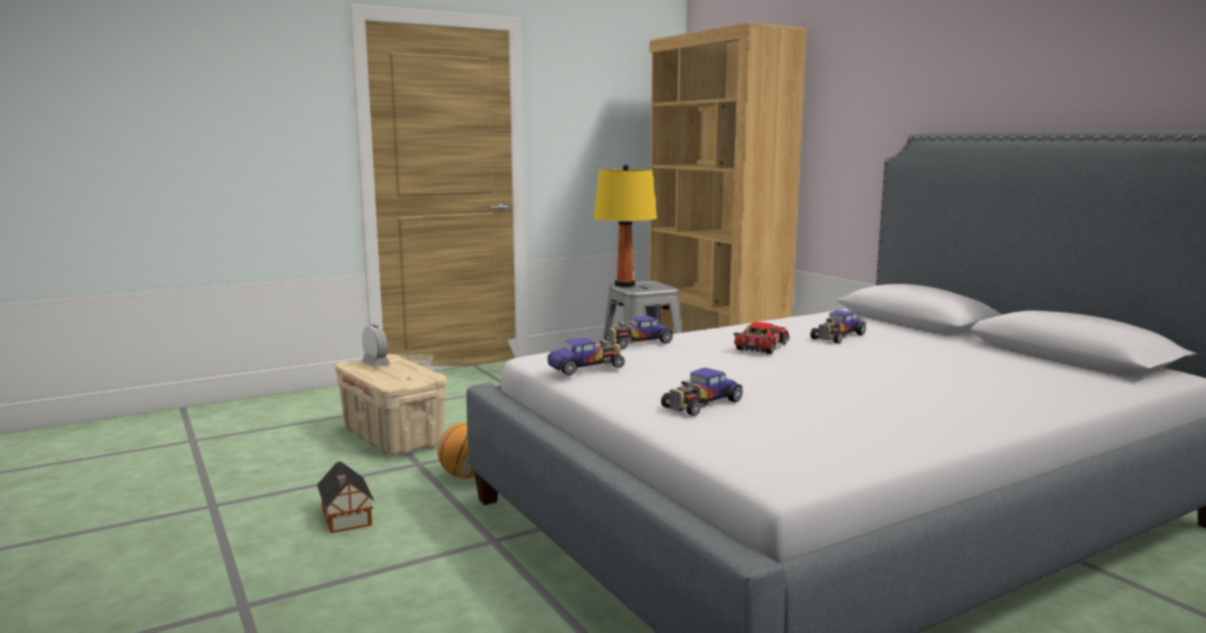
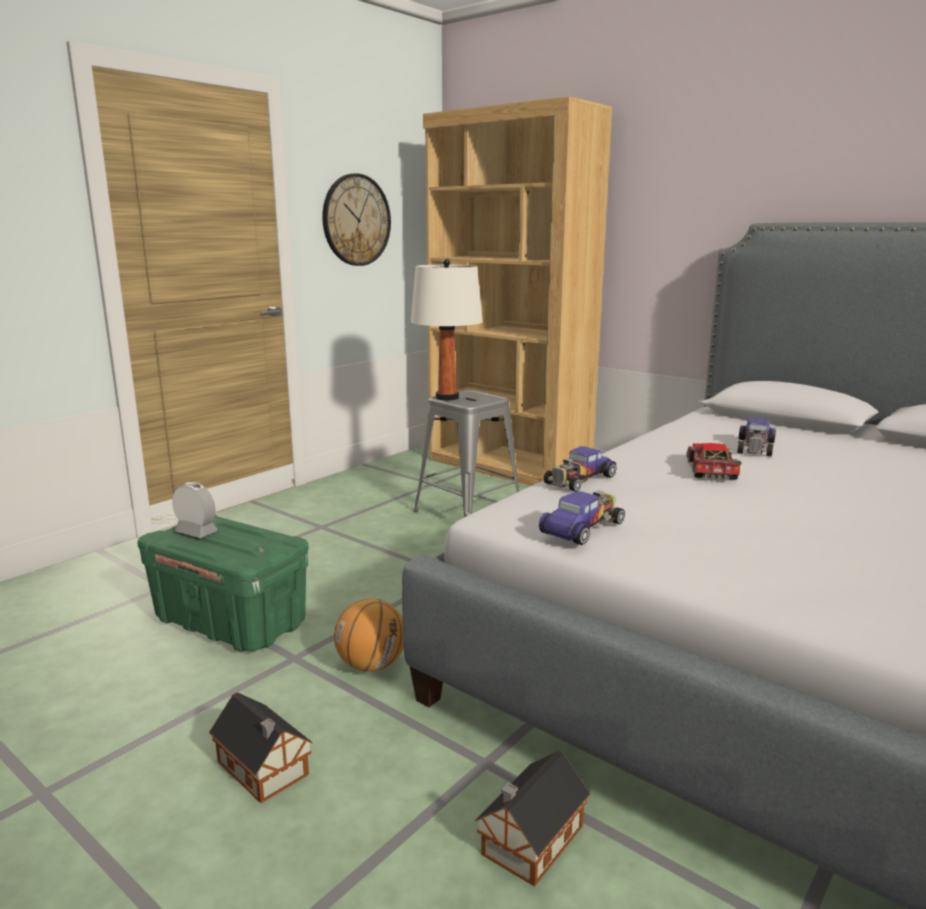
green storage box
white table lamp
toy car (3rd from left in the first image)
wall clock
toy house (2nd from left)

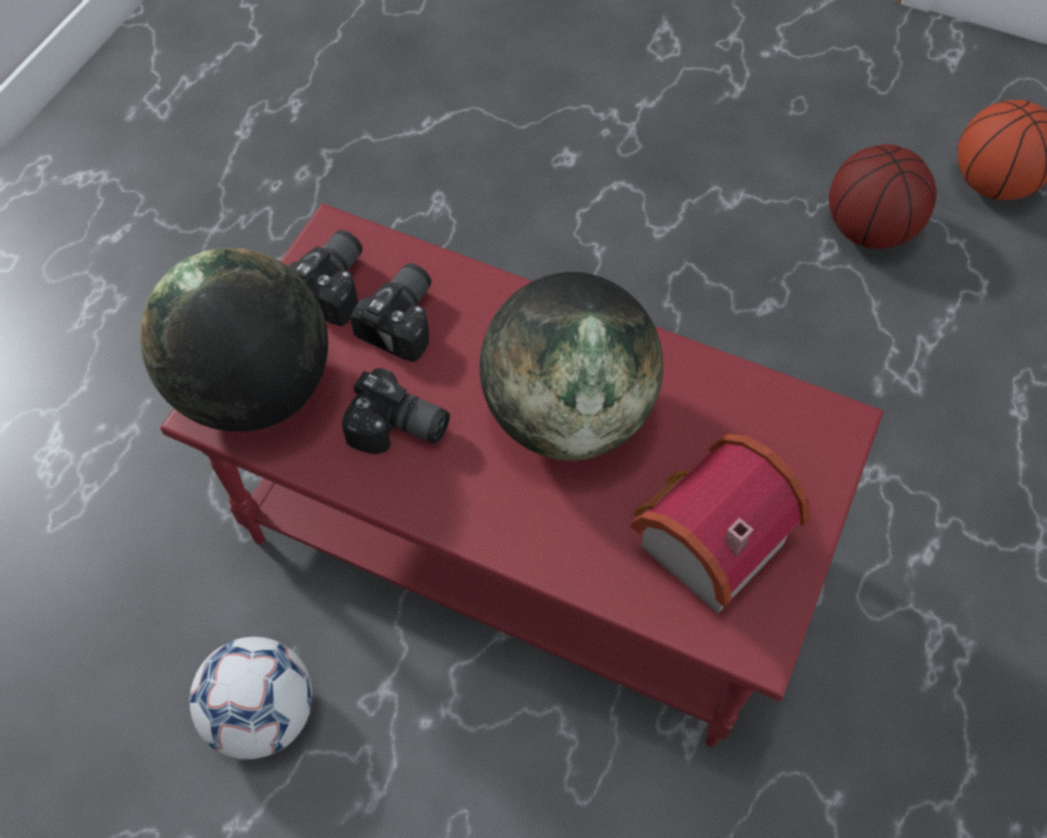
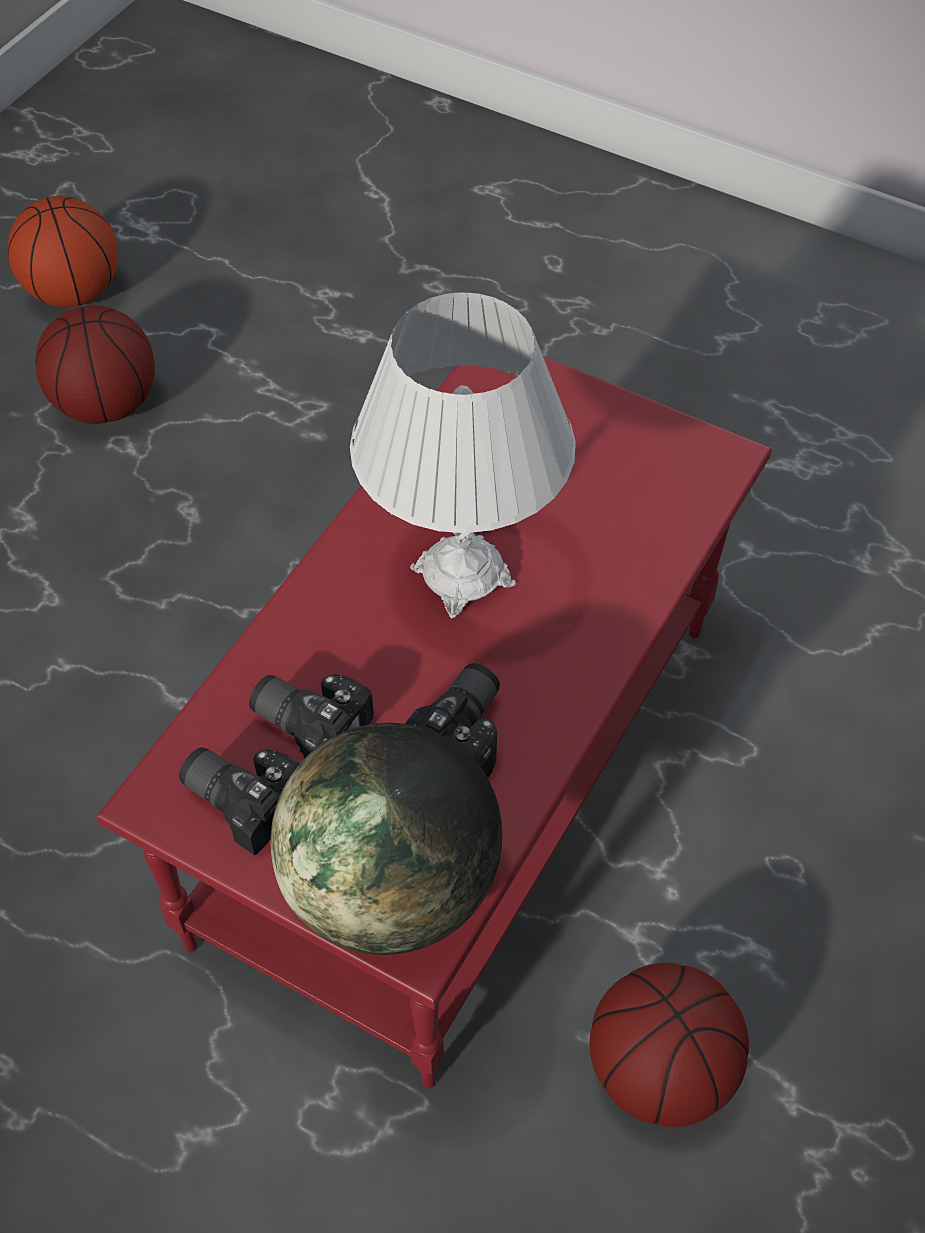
basketball (3rd from left)
white table lamp
toy house

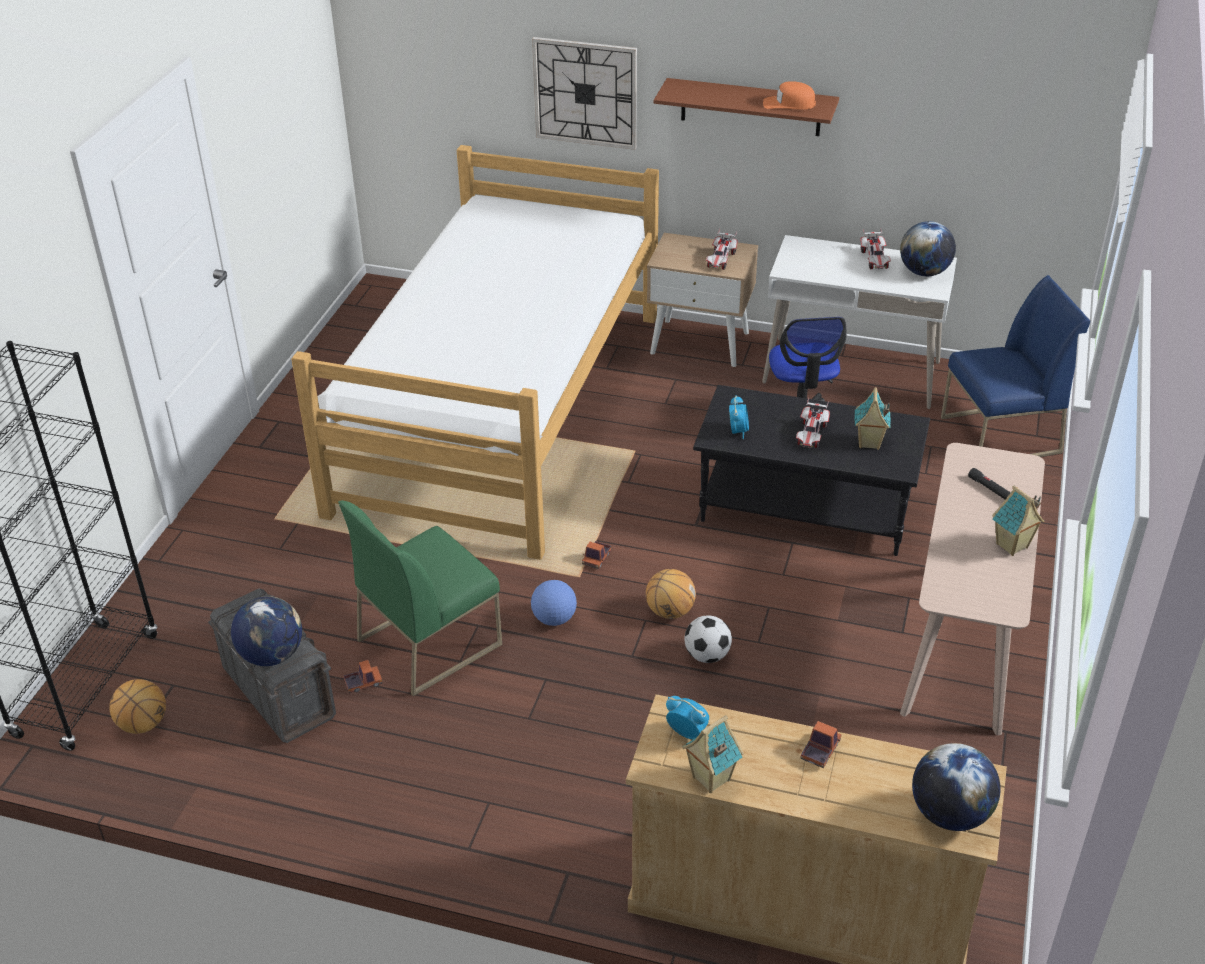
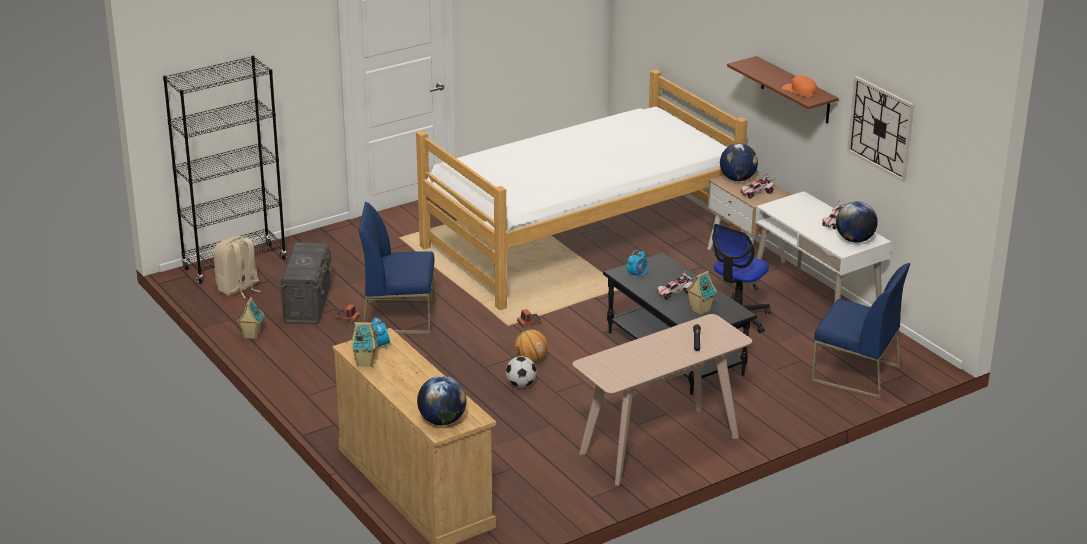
beige backpack
globe (2nd from left)
blue chair (1st from left)
football (1st from left in the first image)
wall clock
toy truck (3rd from left in the first image)
toy house (1st from left)

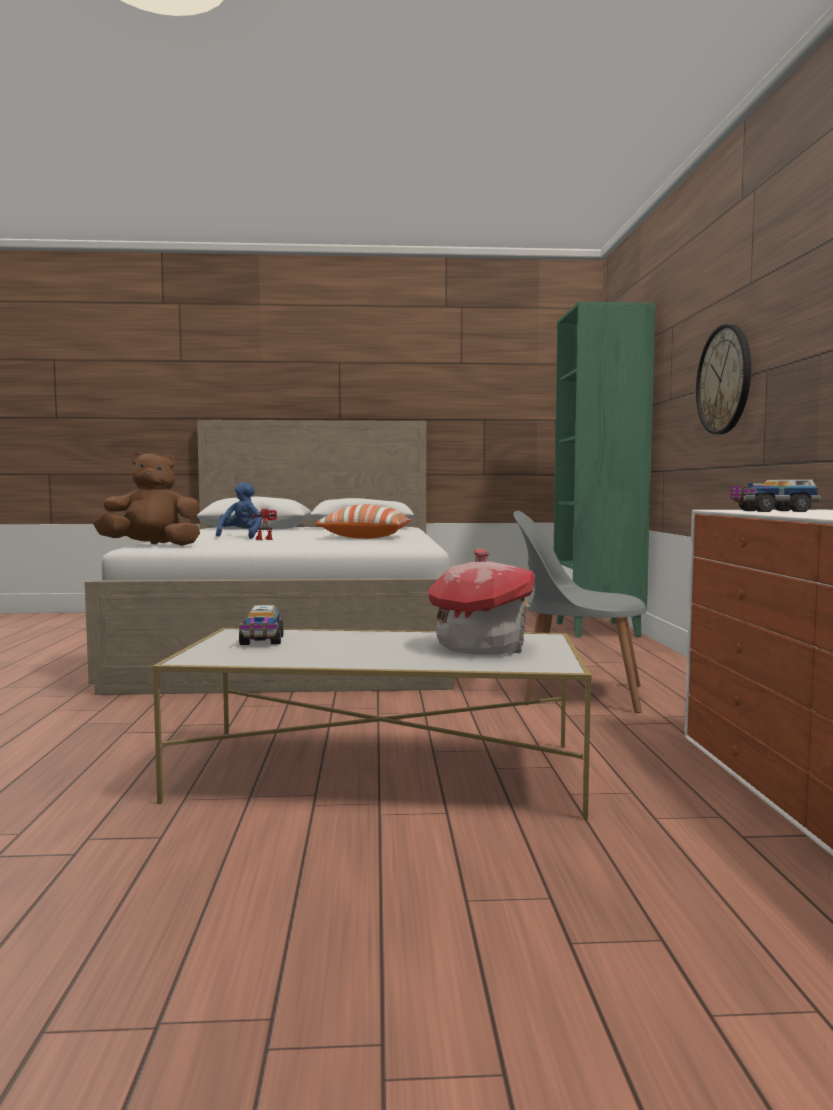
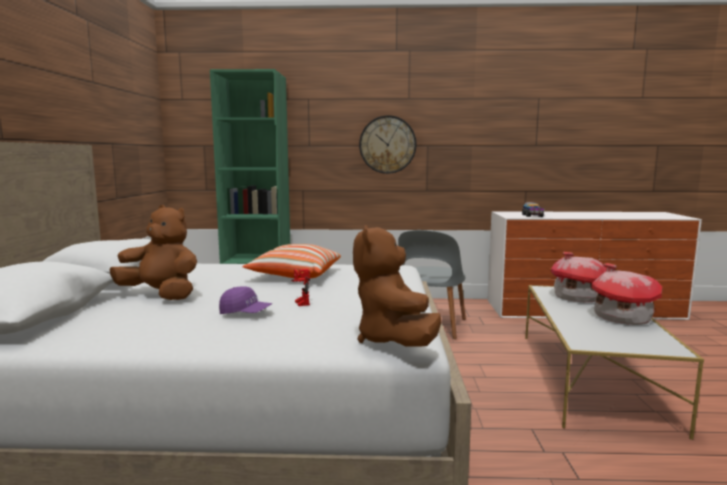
purple cap
toy truck (1st from left in the first image)
brown plush toy (1st from left)
toy house (2nd from left)

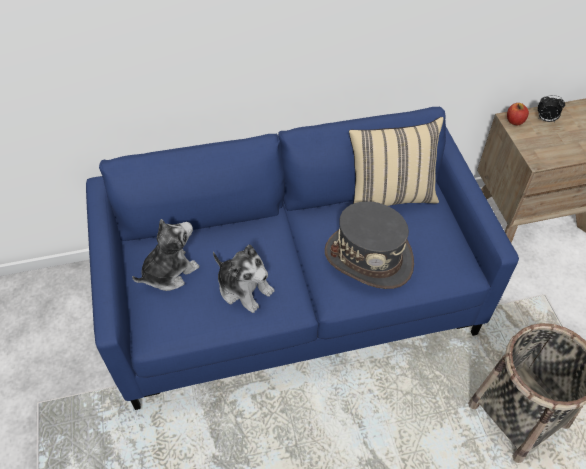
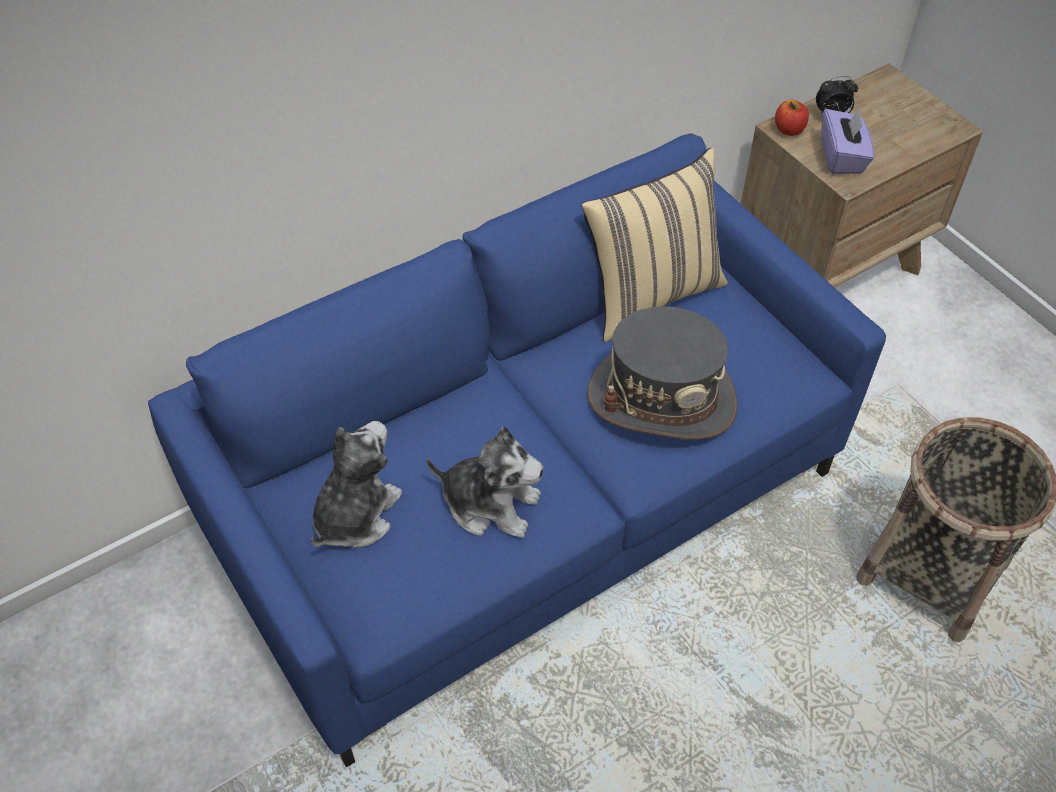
purple tissue box

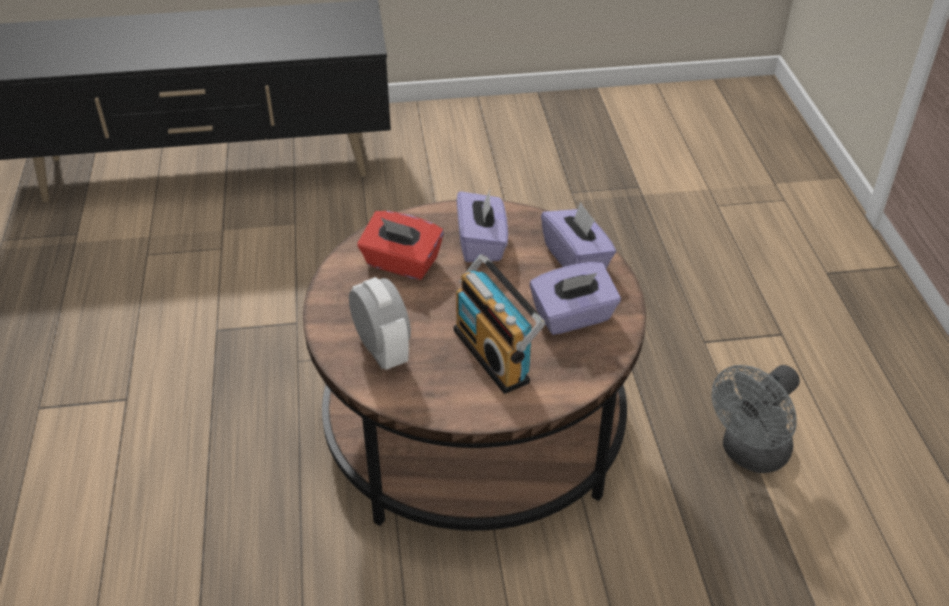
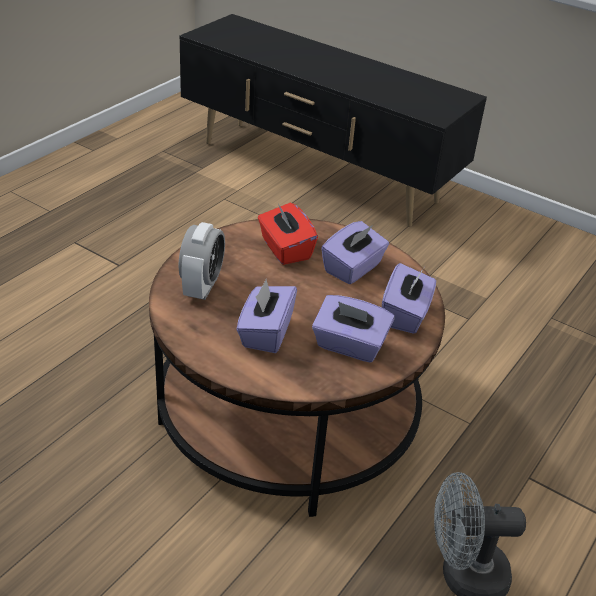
purple tissue box (1st from left)

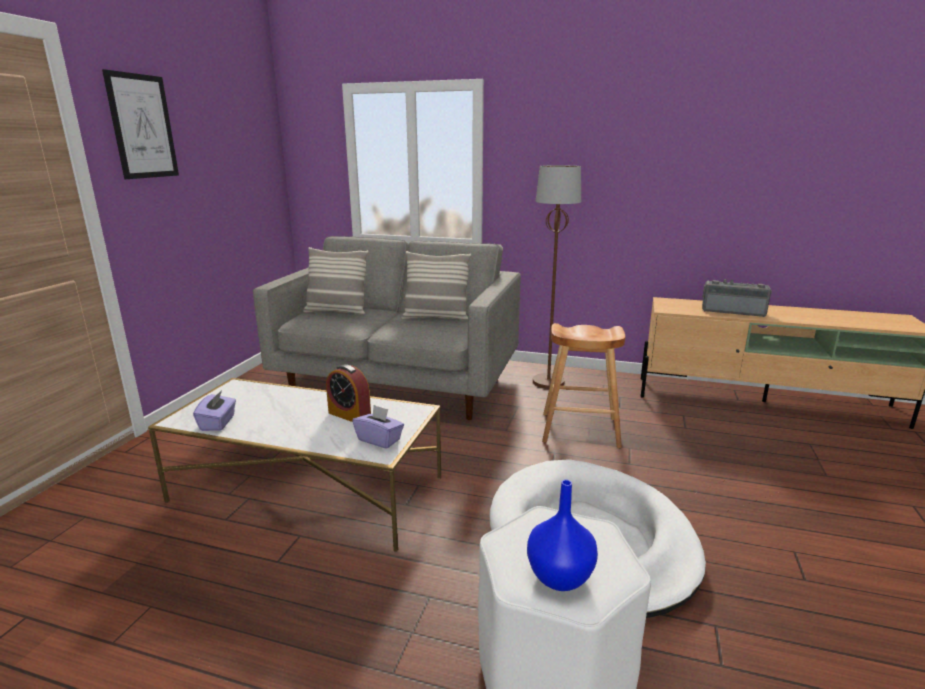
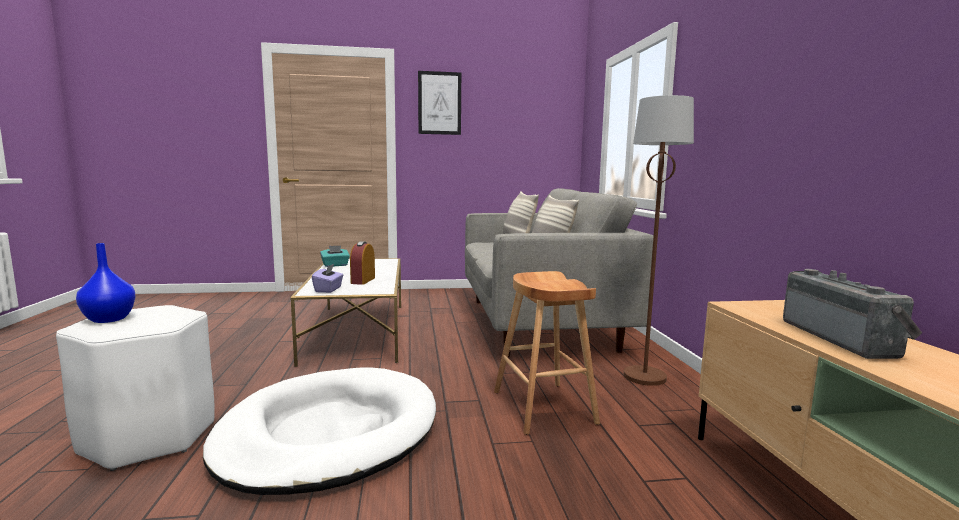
turquoise tissue box

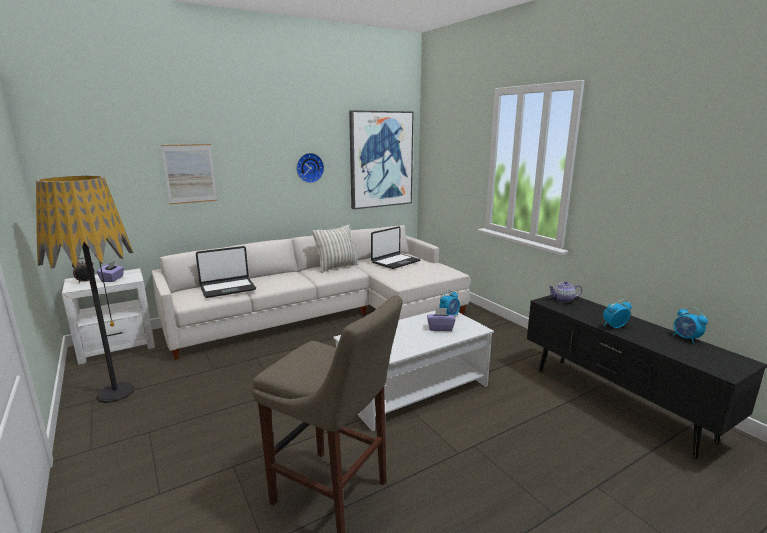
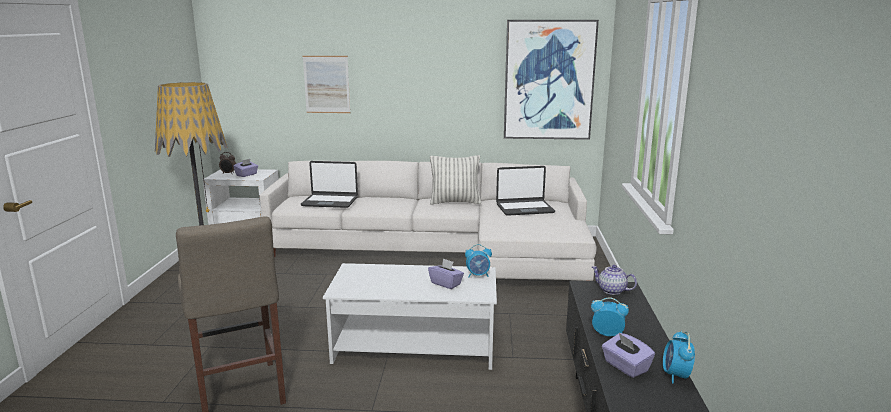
wall clock
purple tissue box (3rd from left)

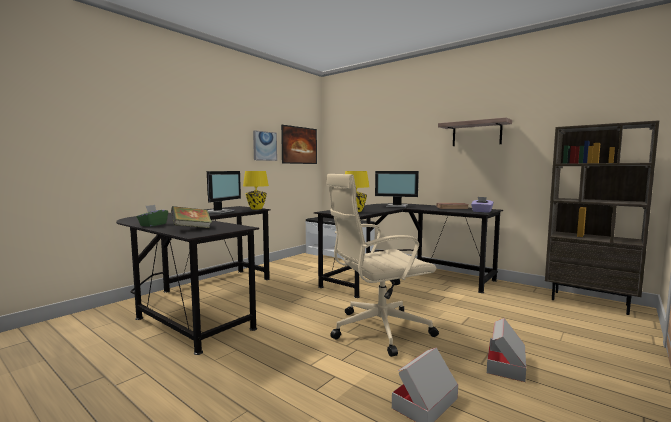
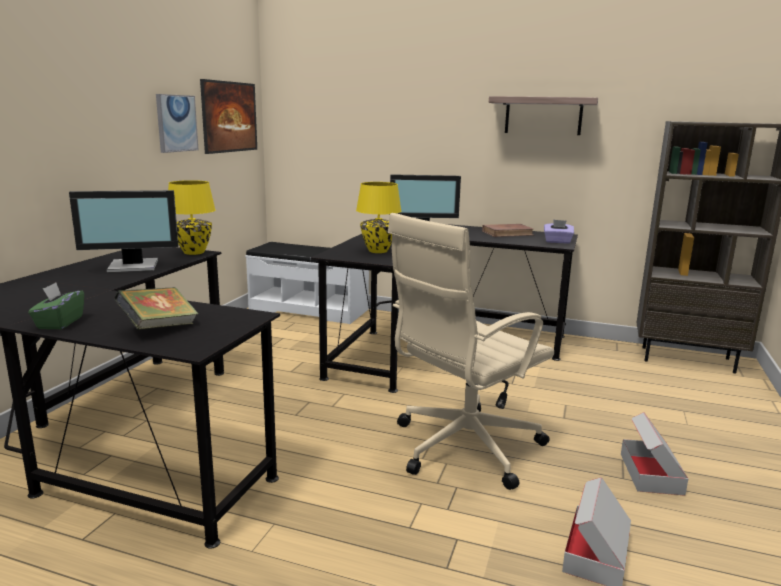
monitor (1st from left)

